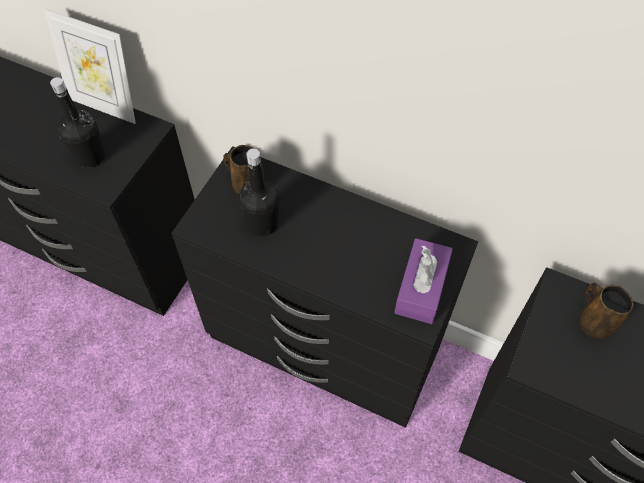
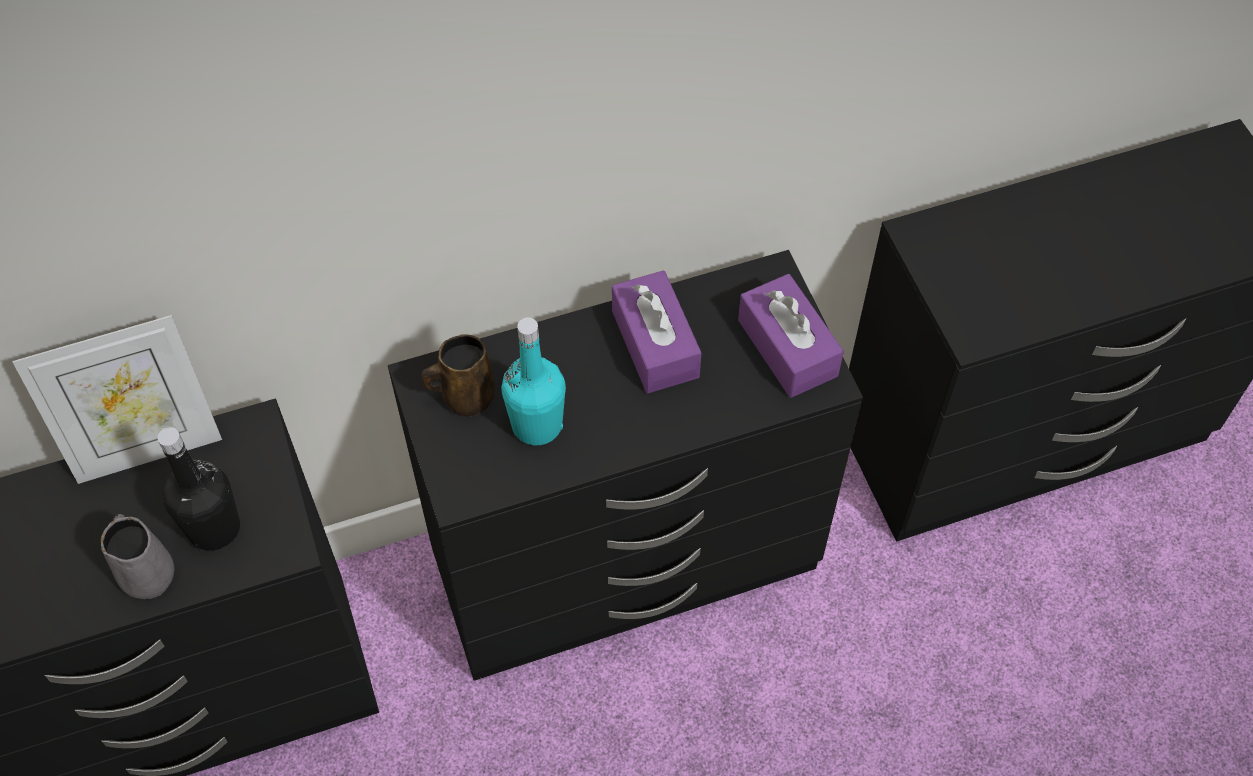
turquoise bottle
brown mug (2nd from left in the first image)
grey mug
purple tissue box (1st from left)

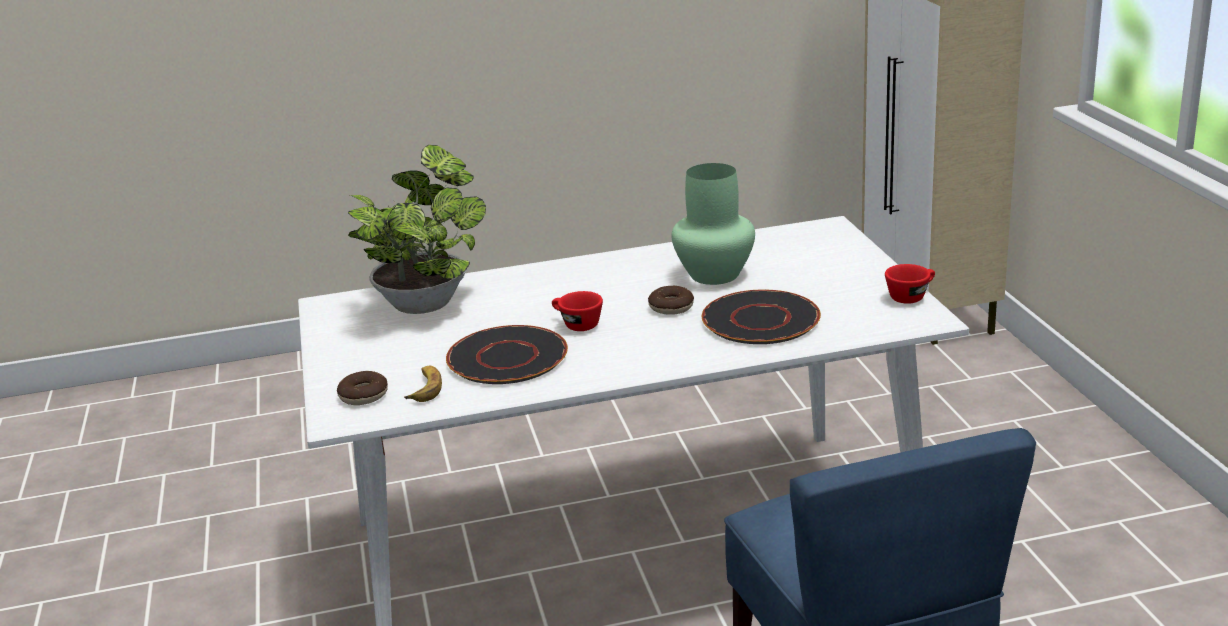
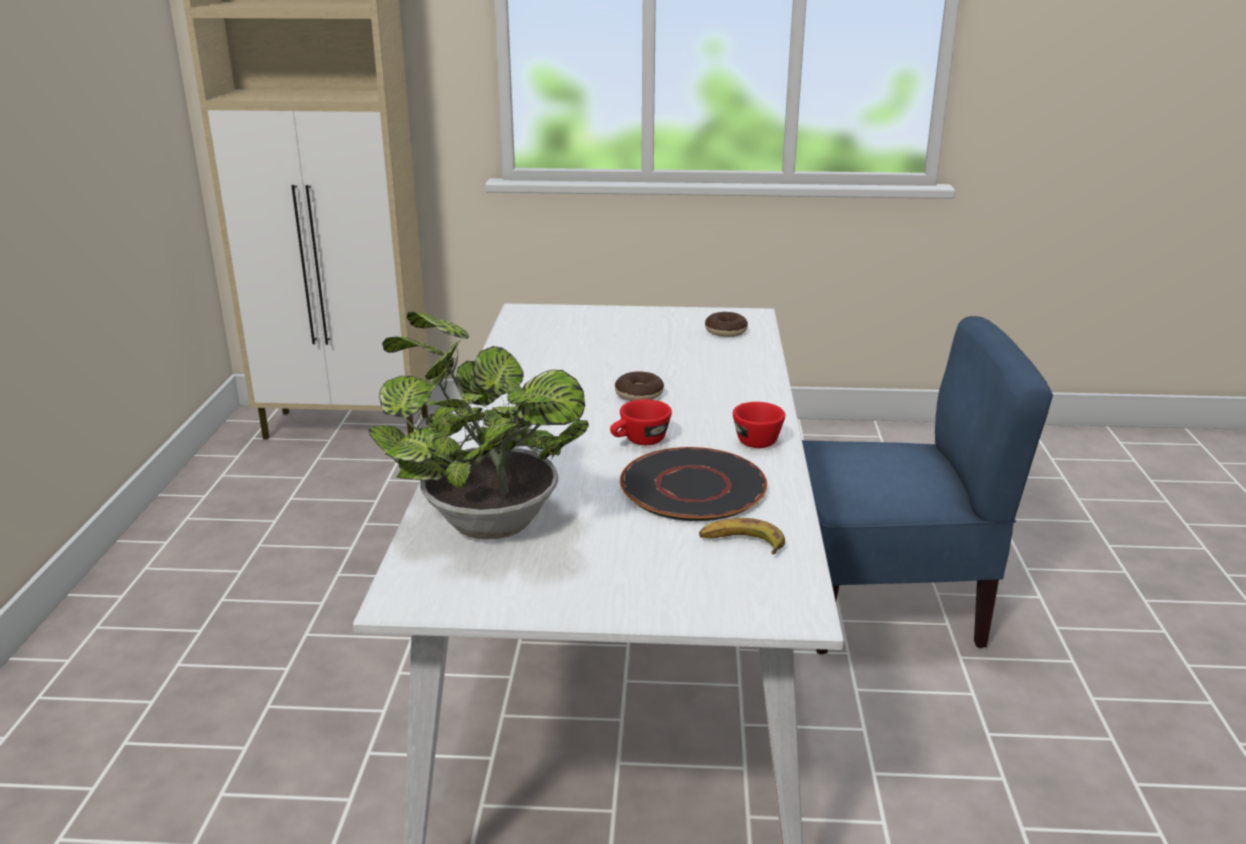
donut (2nd from left)
green vase
black plate (2nd from left in the first image)
red cup (2nd from left)

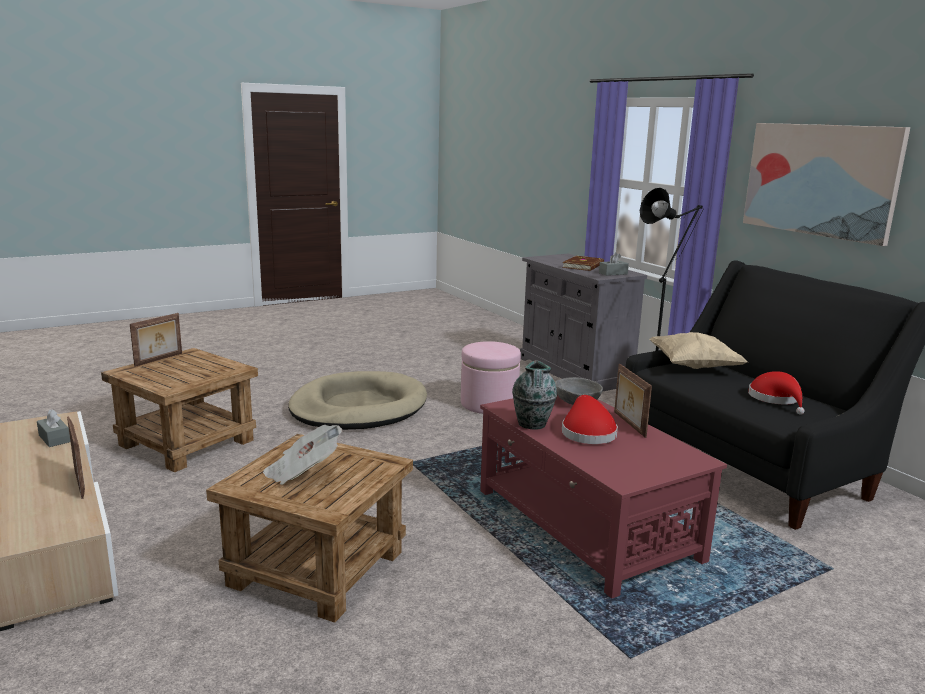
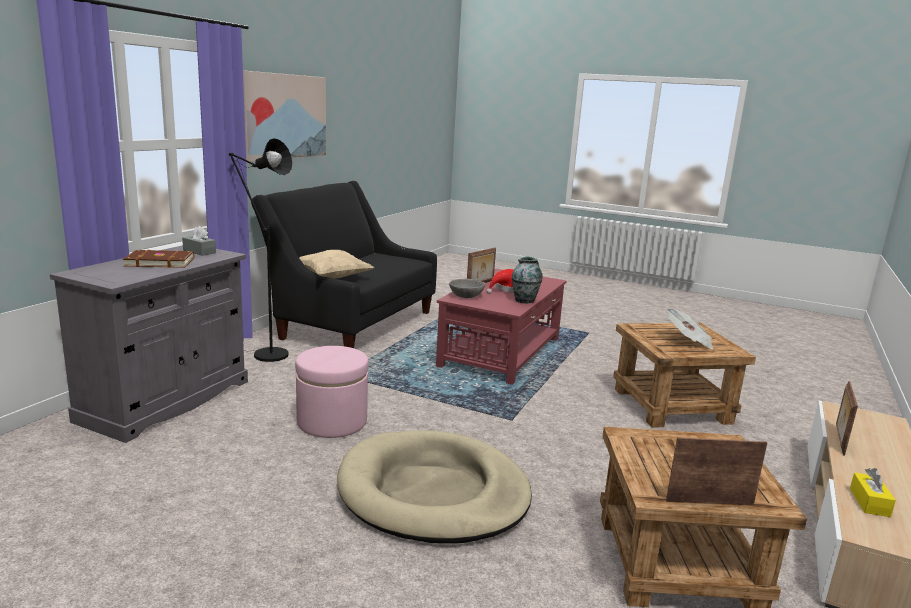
yellow tissue box
red hat (2nd from left in the first image)

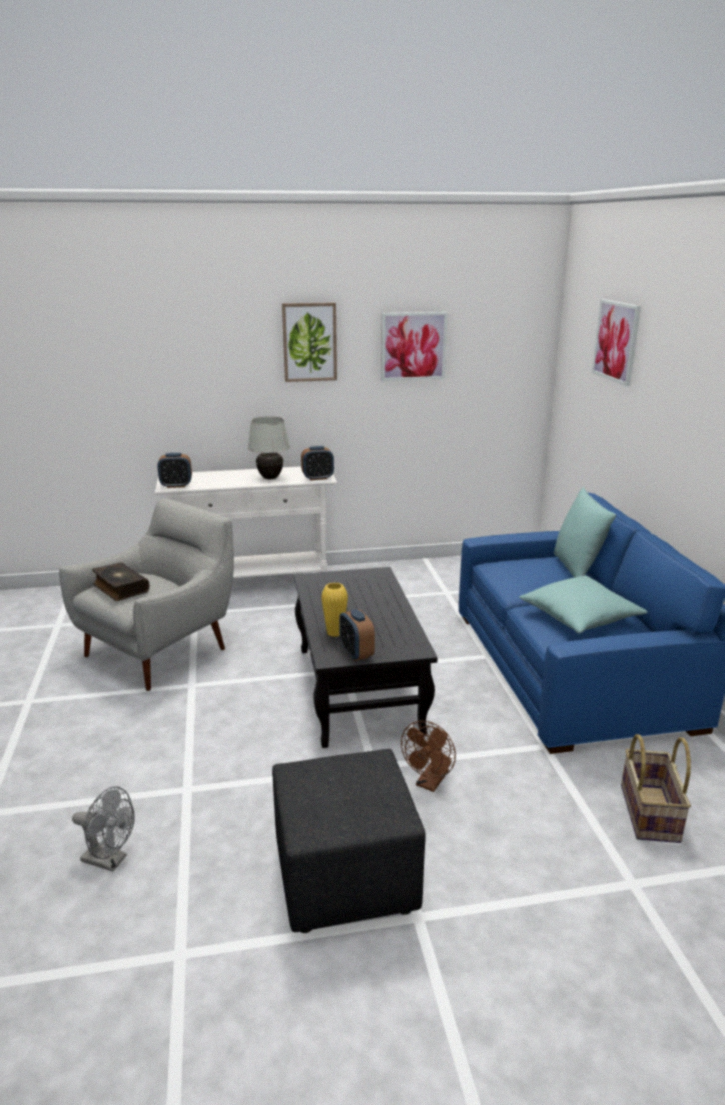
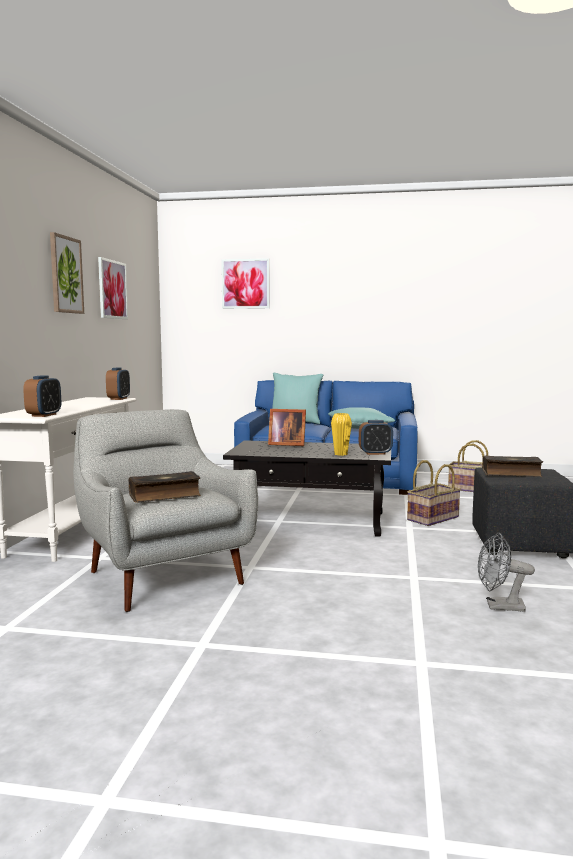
grey fan
white table lamp
basket (1st from left)
picture frame
book (2nd from left)

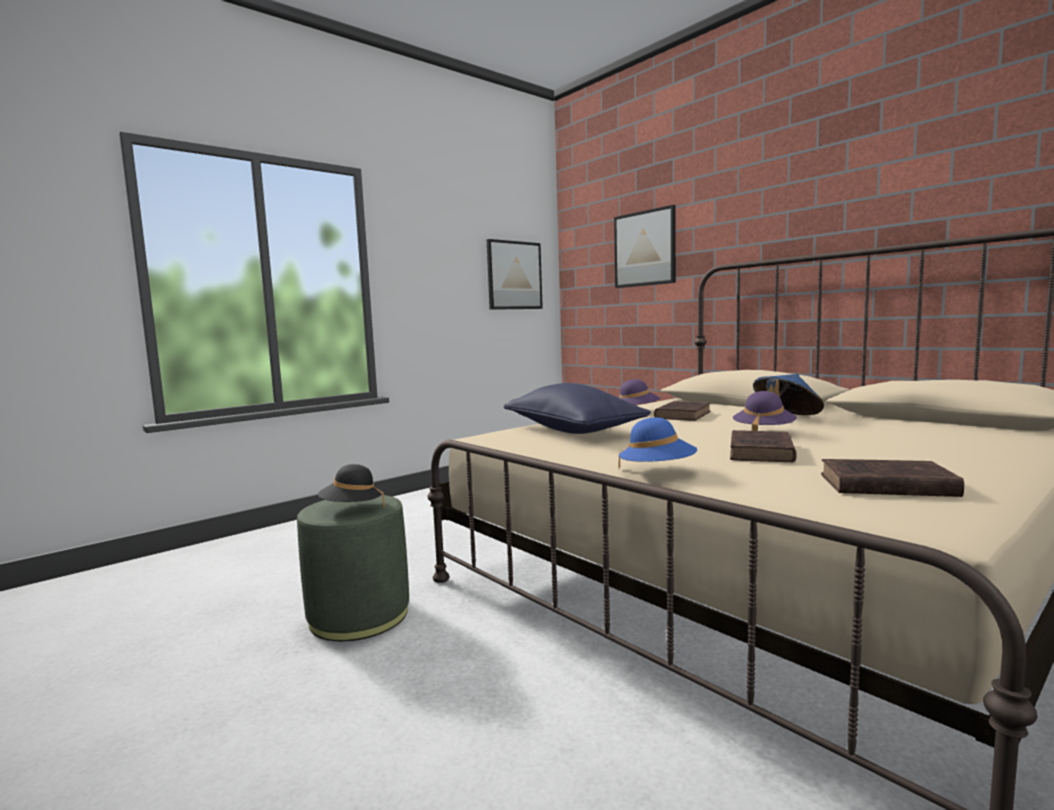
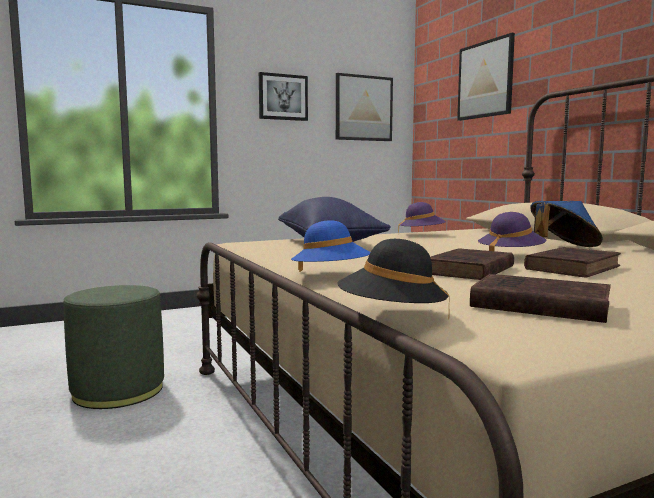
black hat
brown book (3rd from left)
picture (1st from left)

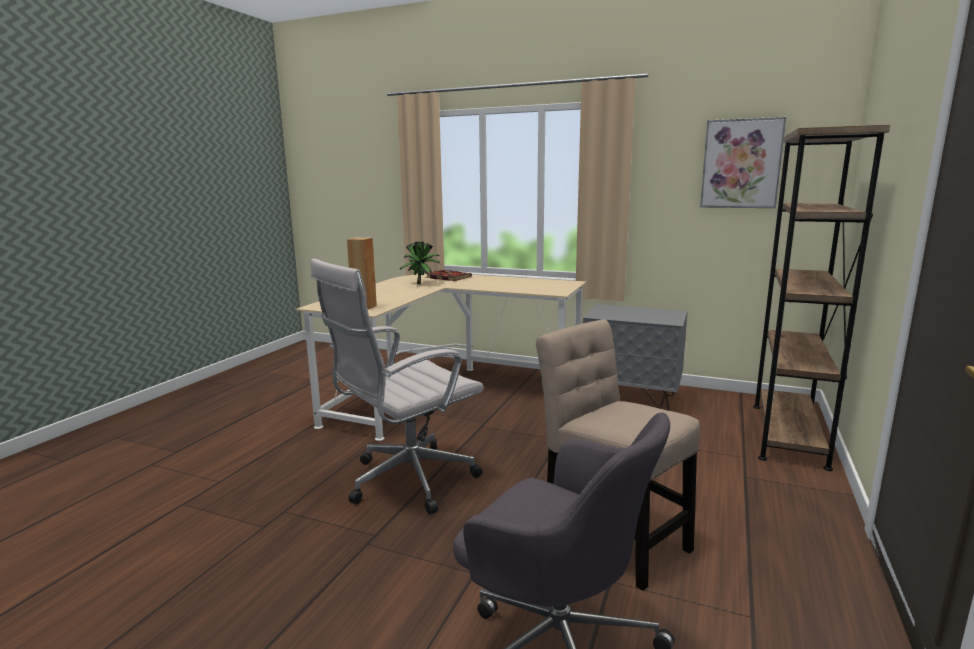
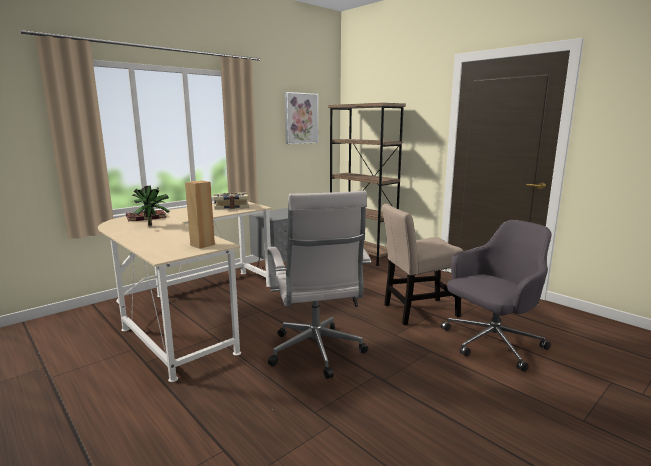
book (2nd from left)

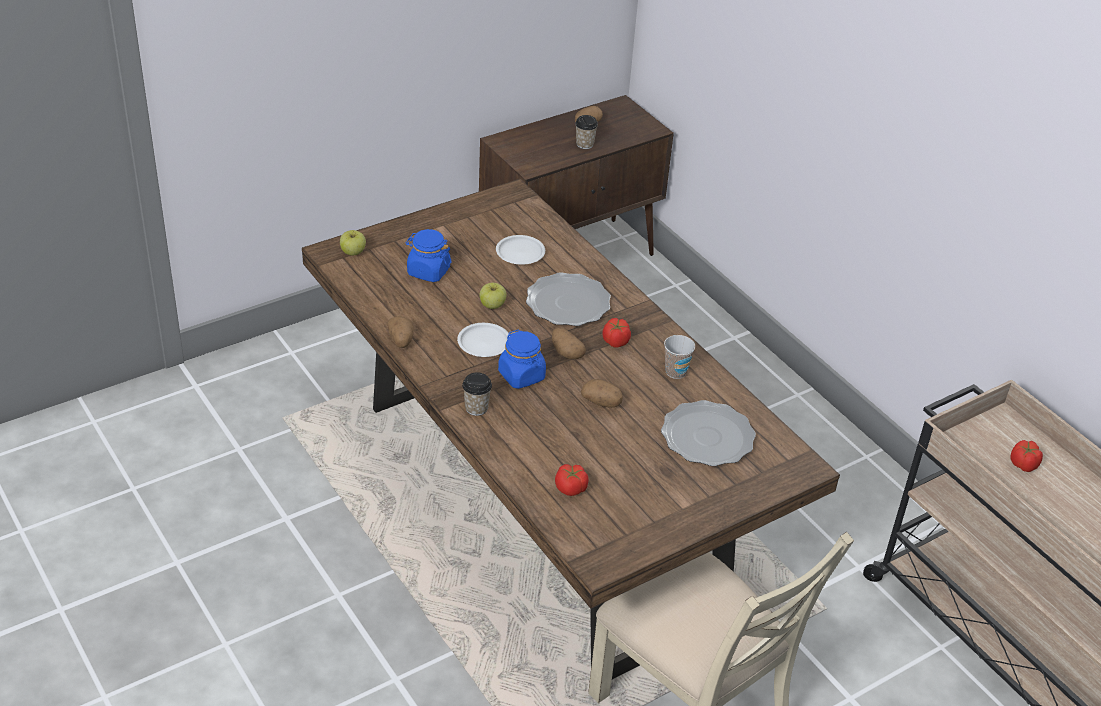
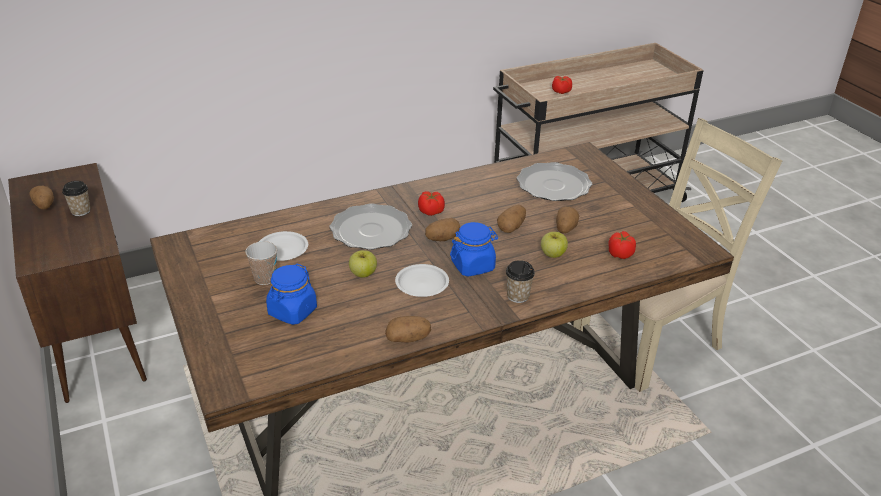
apple (2nd from left)
cup (2nd from left)
potato (5th from left)

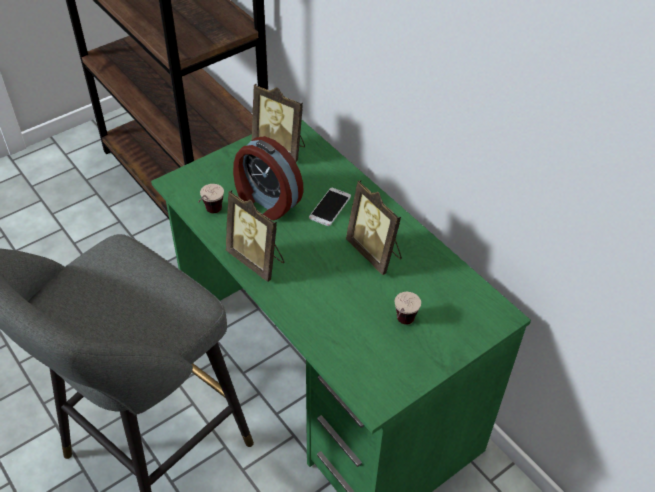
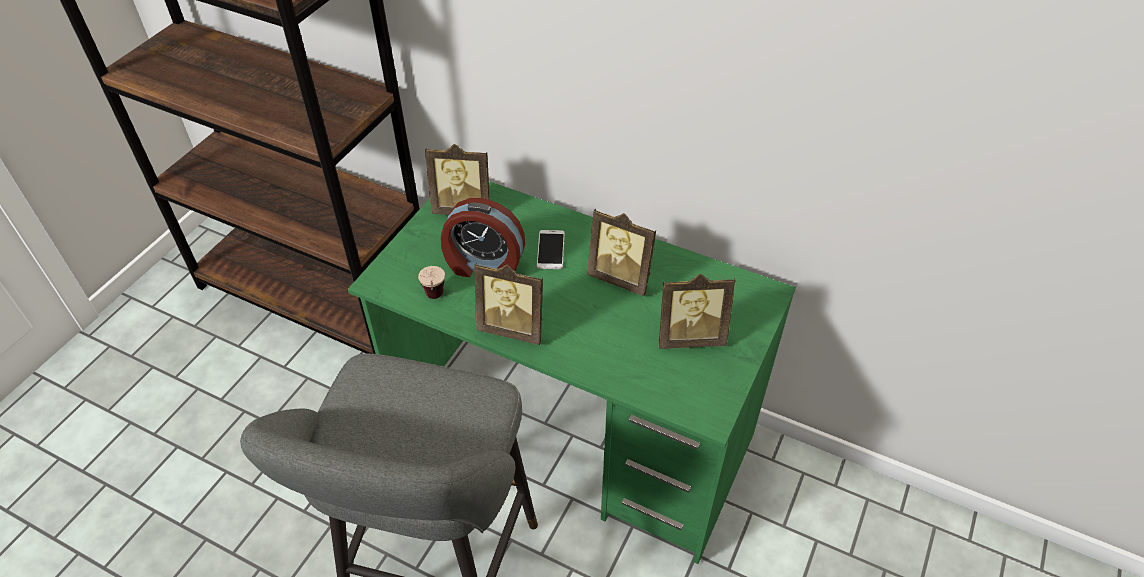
picture frame (4th from left)

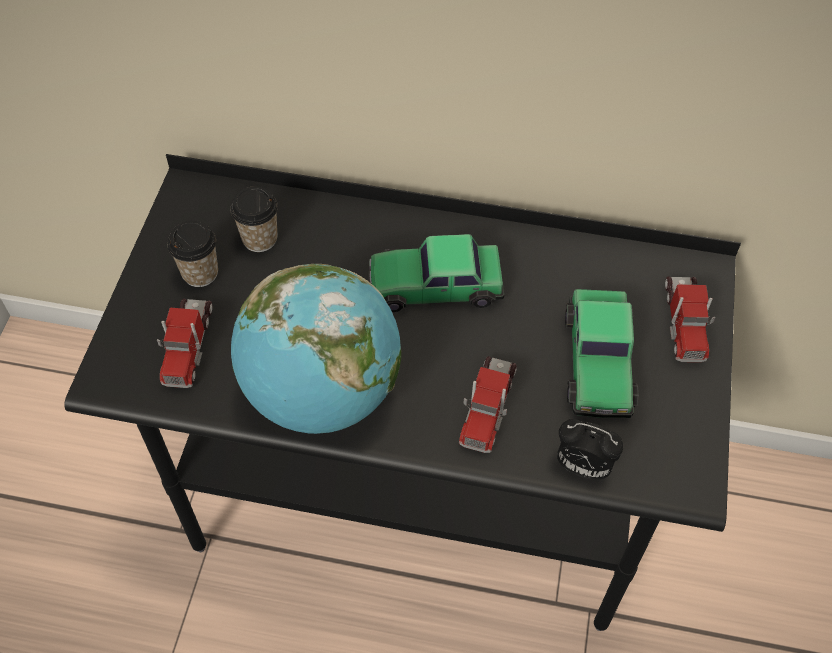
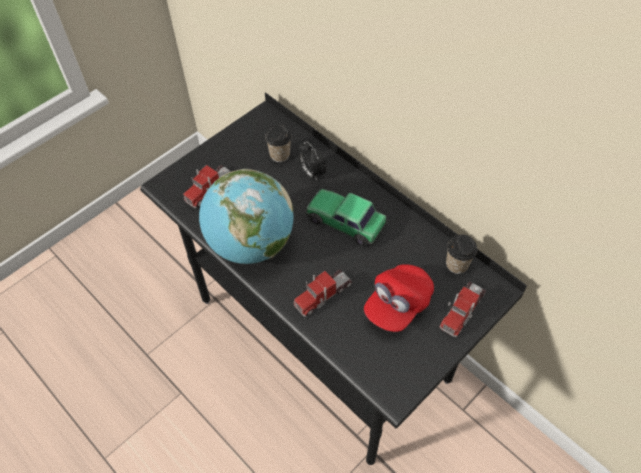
cup (2nd from left)
alarm clock
red cap

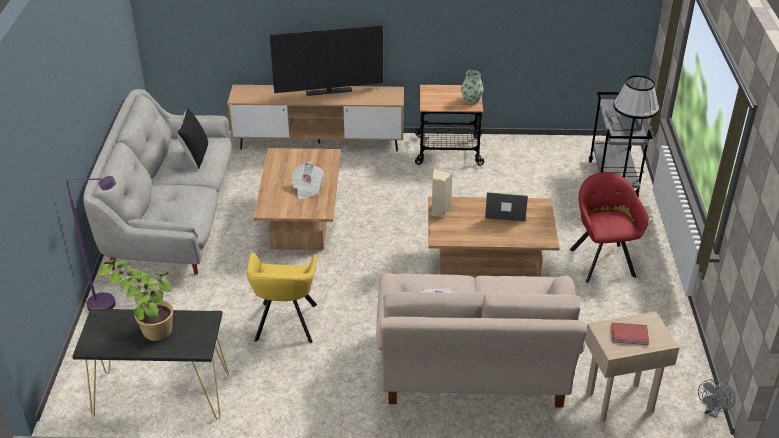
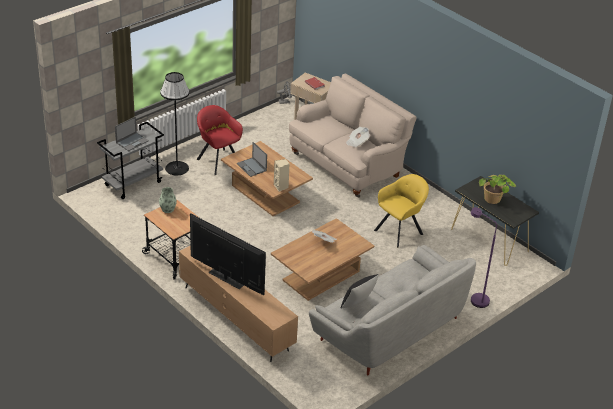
red armchair

